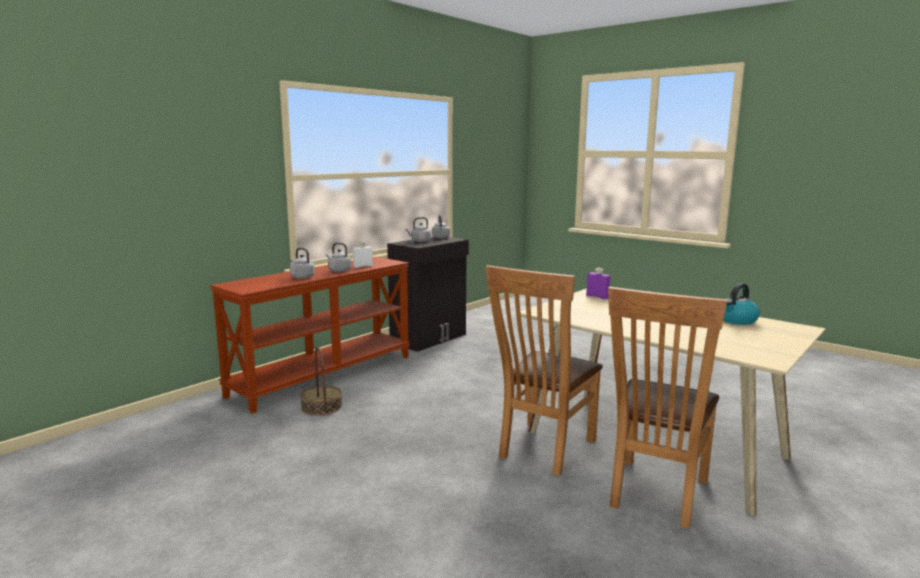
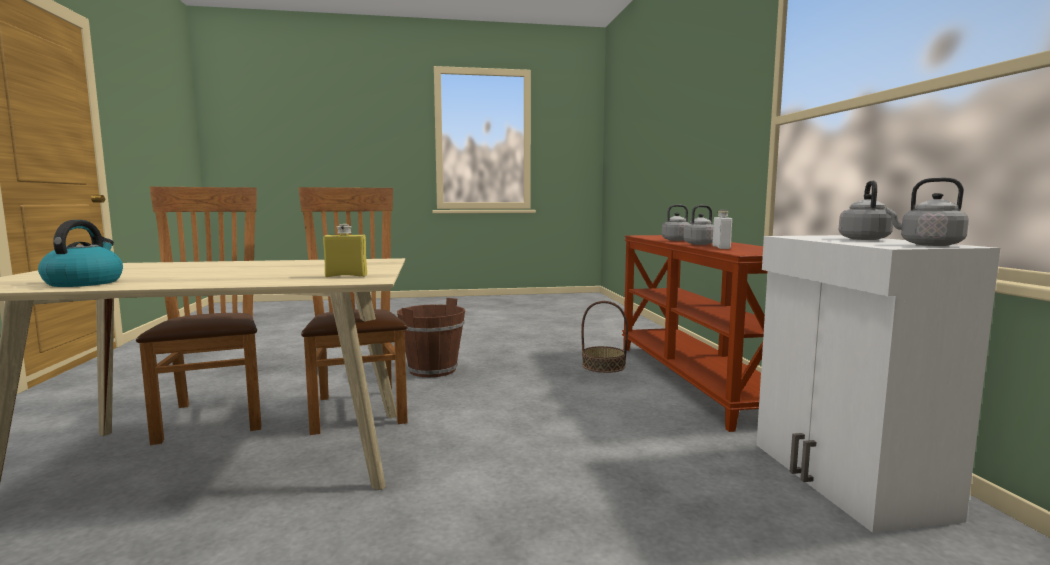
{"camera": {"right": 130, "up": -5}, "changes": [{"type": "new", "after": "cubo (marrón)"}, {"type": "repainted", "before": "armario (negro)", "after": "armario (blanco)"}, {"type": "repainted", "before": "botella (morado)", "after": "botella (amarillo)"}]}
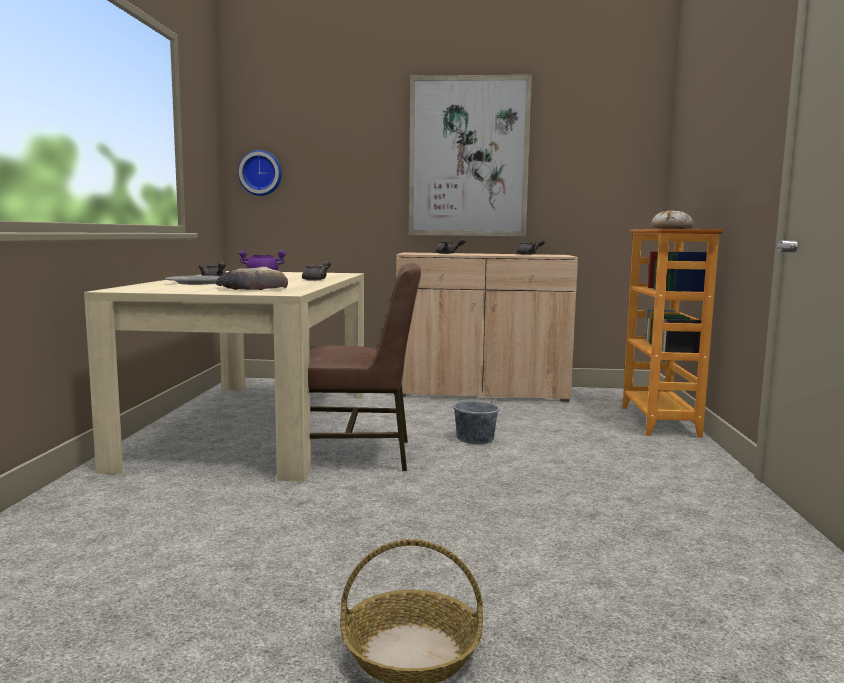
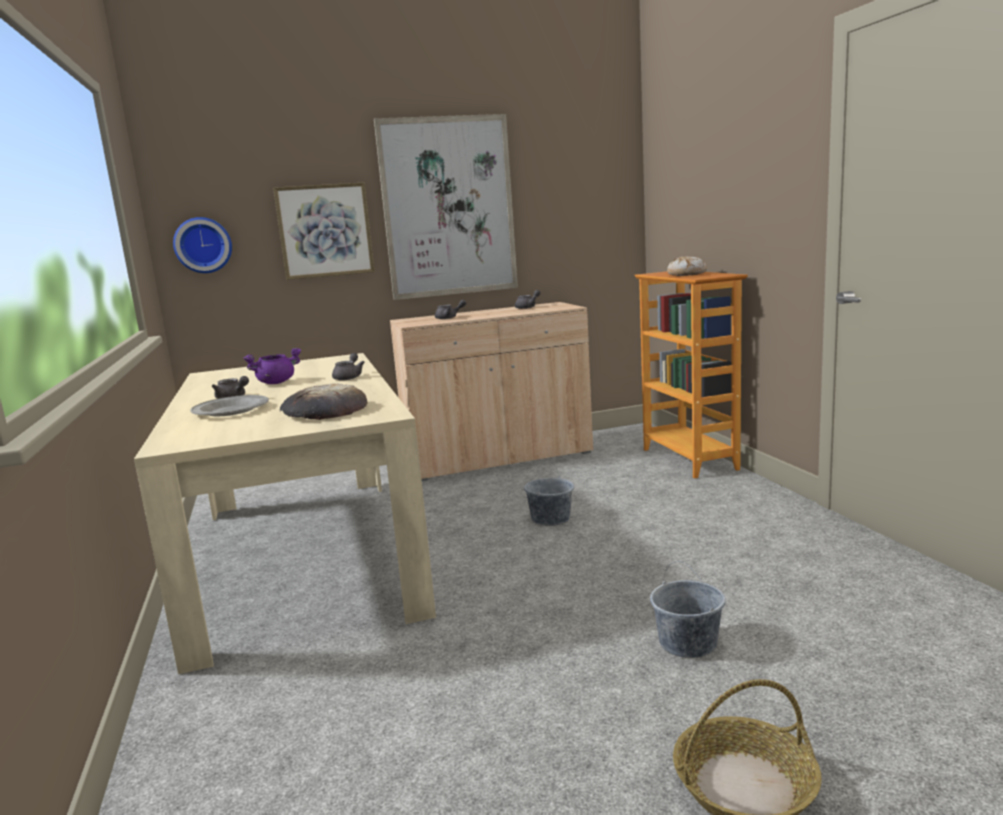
{"camera": {"right": -20, "up": 5}, "changes": [{"type": "gone", "before": "silla (marrón)"}, {"type": "new", "after": "cuadro (no. 1 from left)"}, {"type": "new", "after": "cubo (gris) (no. 2 from left)"}]}
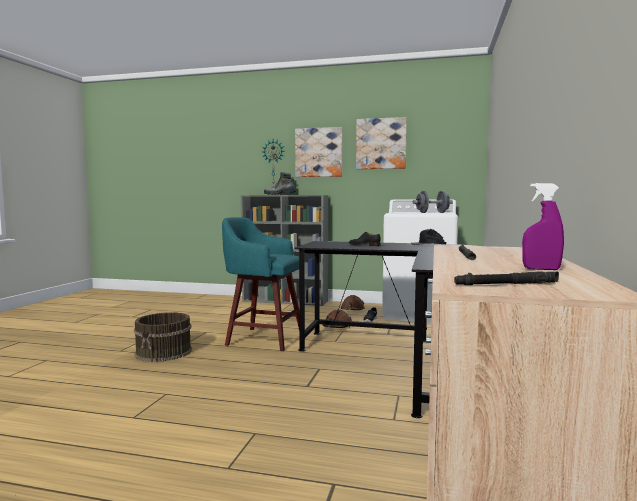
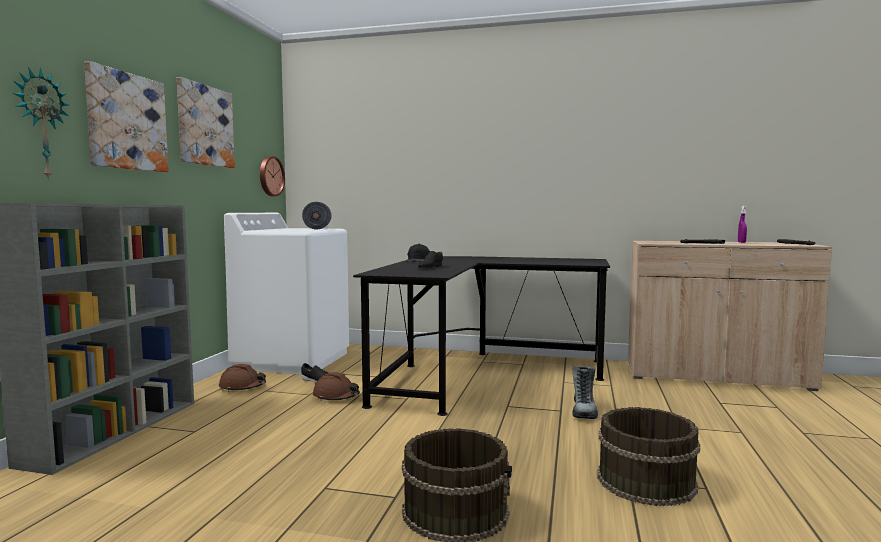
{"camera": {"right": -90, "up": 0}, "changes": [{"type": "gone", "before": "taburete (turquesa)"}, {"type": "new", "after": "reloj de pared (no. 2 from left)"}, {"type": "new", "after": "cubo (marrón) (no. 2 from left)"}, {"type": "shifted", "before": "bota"}]}
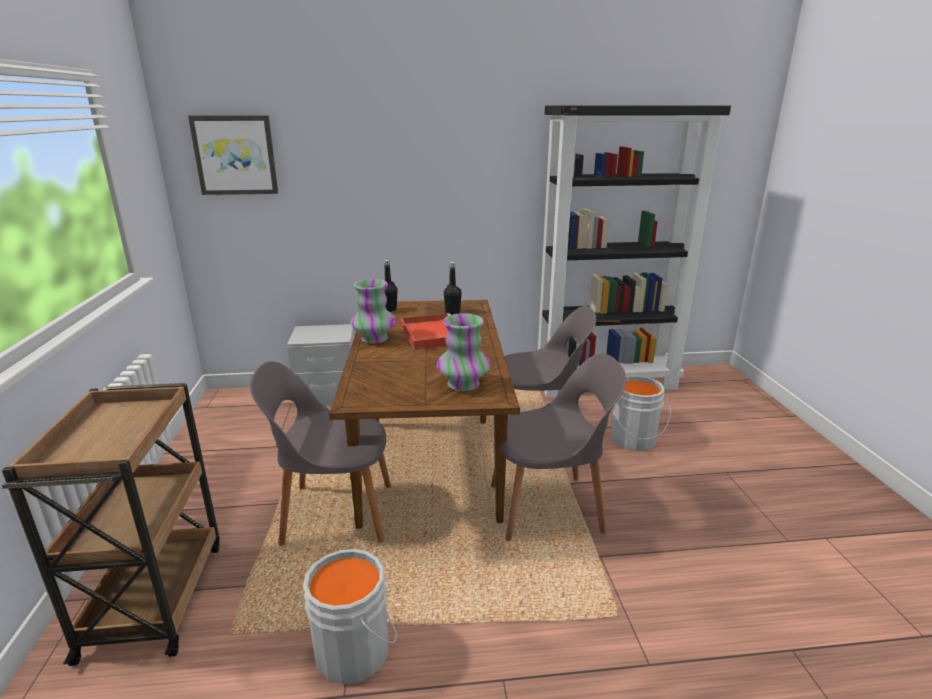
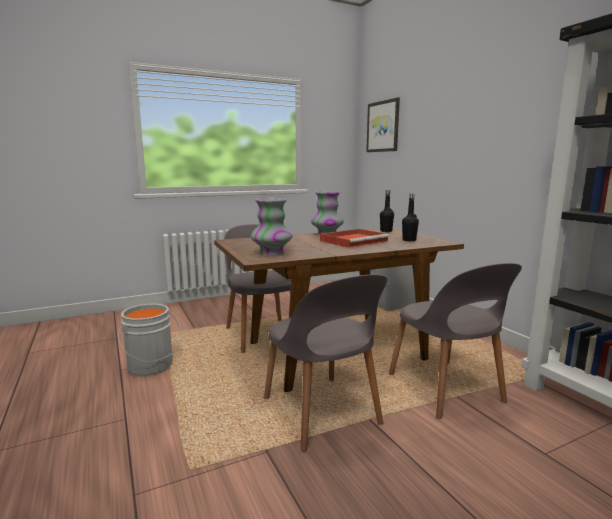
{"camera": {"right": 70, "up": -10}, "changes": [{"type": "gone", "before": "carrito (marrón)"}, {"type": "gone", "before": "cubo (gris) (no. 2 from left)"}]}
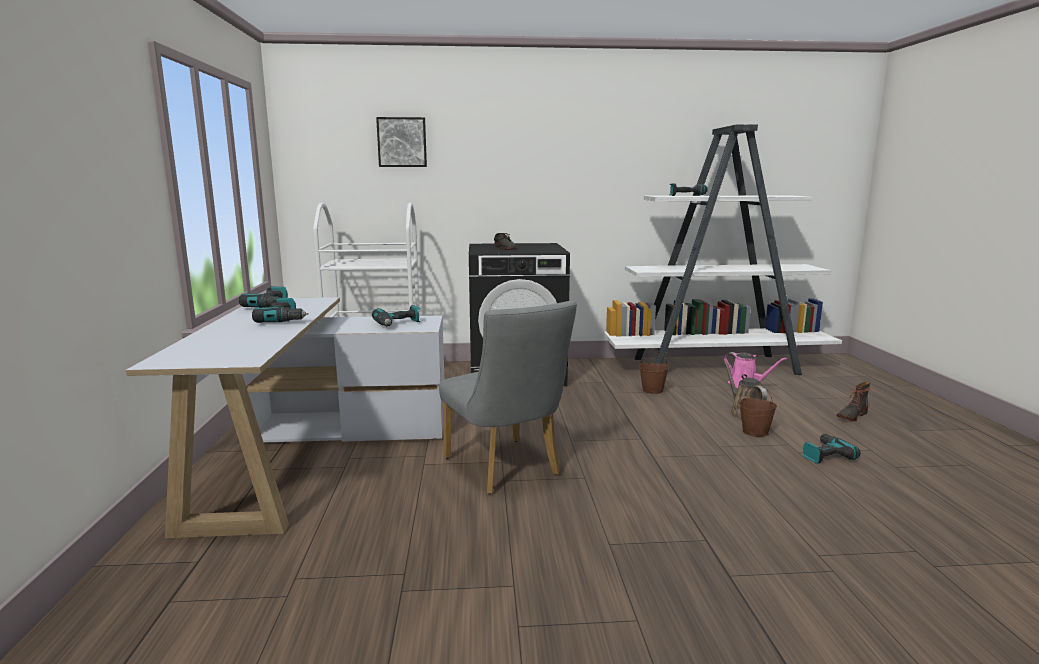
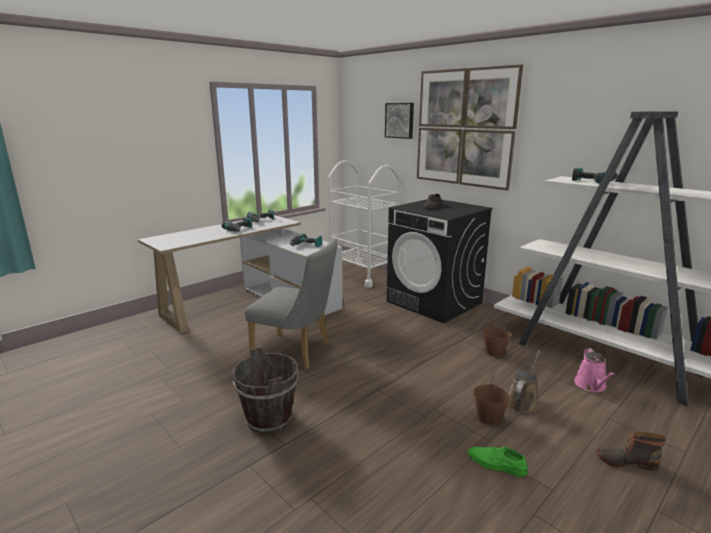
{"camera": {"right": 50, "up": 5}, "changes": [{"type": "new", "after": "cubo (marrón) (no. 1 from left)"}, {"type": "new", "after": "cuadro (no. 2 from left)"}, {"type": "swapped", "before": "taladro (no. 5 from left)", "after": "zapato (verde)"}, {"type": "rotated", "before": "silla (gris)", "turn": -90}]}
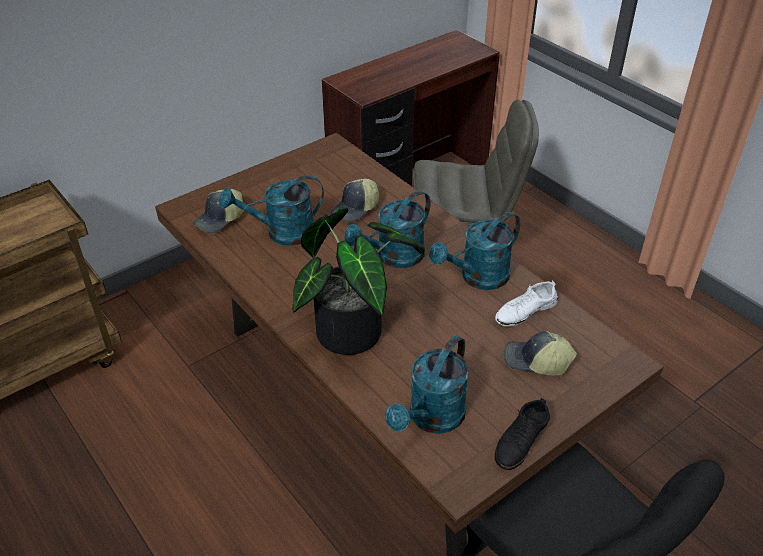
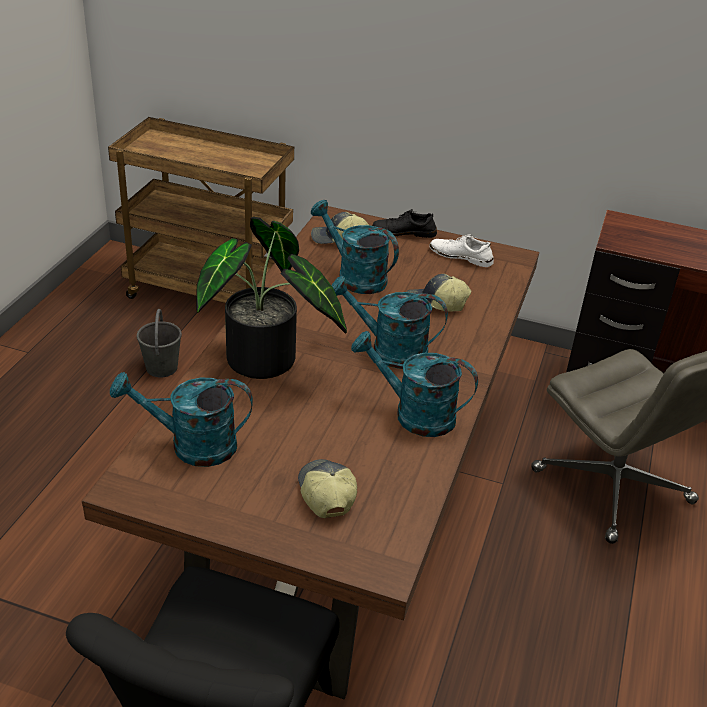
{"camera": {"right": 55, "up": -5}, "changes": [{"type": "new", "after": "cubo (gris)"}, {"type": "shifted", "before": "zapato (blanco)"}, {"type": "shifted", "before": "zapato (negro)"}]}
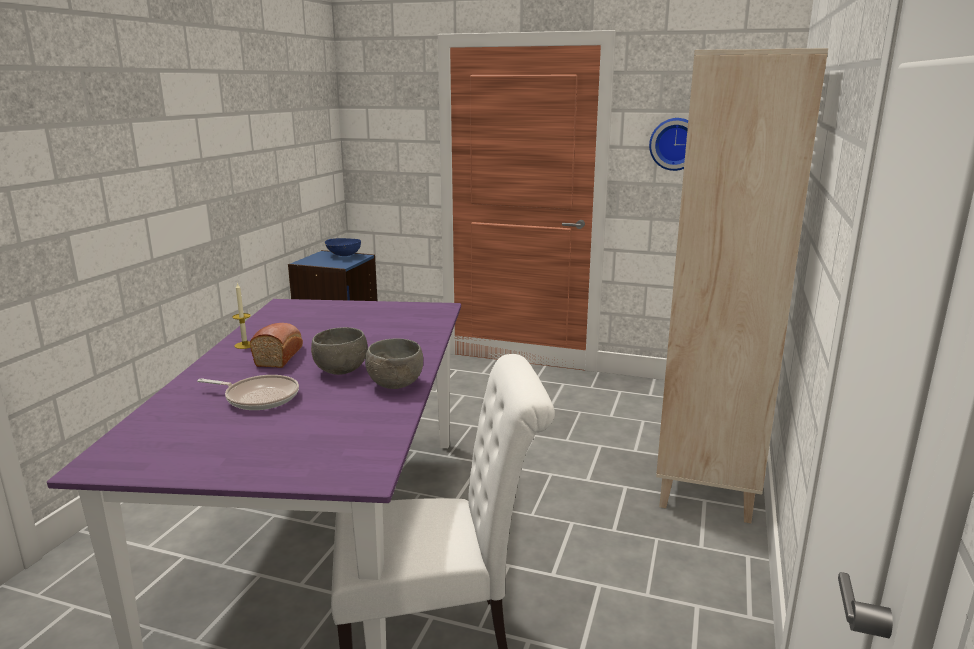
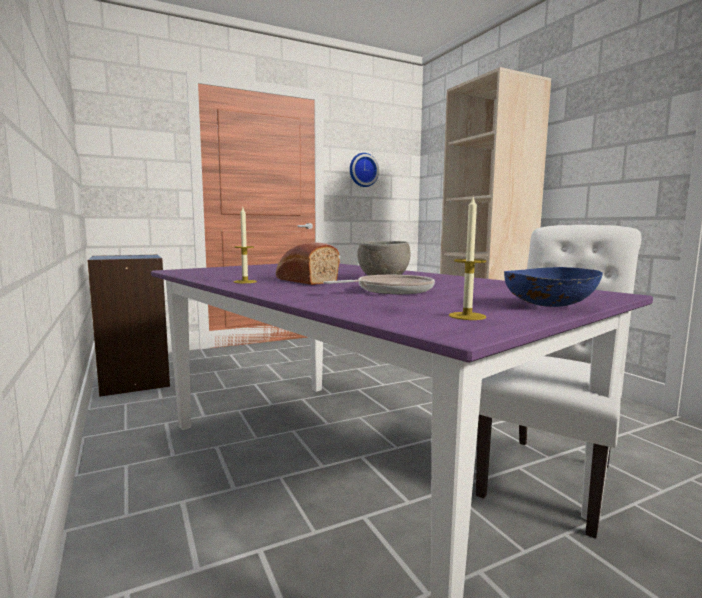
{"camera": {"right": -45, "up": -10}, "changes": [{"type": "gone", "before": "cuenco (gris) (no. 2 from left)"}, {"type": "new", "after": "vela (no. 2 from left)"}, {"type": "shifted", "before": "cuenco (azul)"}]}
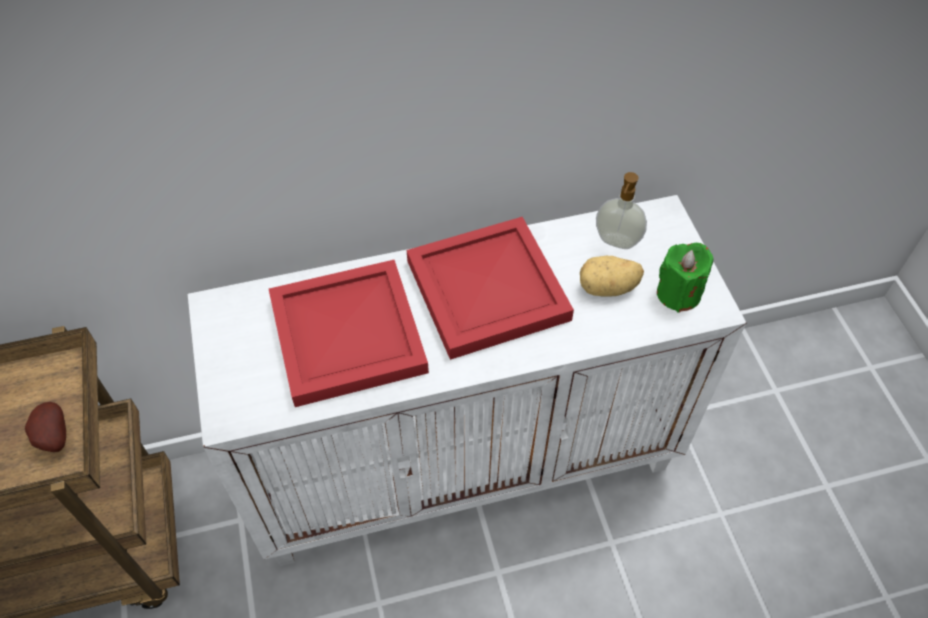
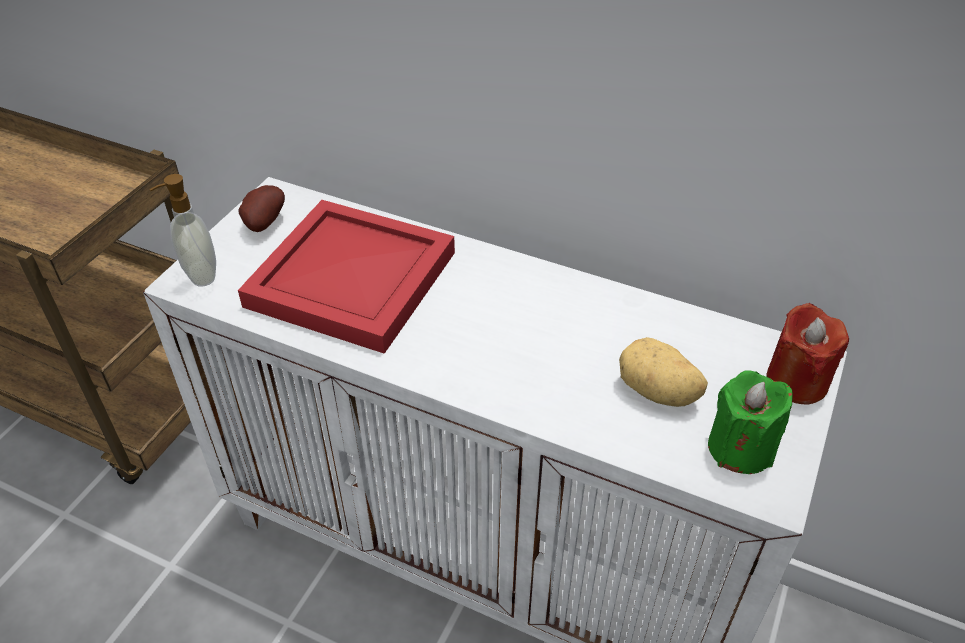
{"camera": {"right": 40, "up": -10}, "changes": [{"type": "gone", "before": "bandeja (rojo) (no. 2 from left)"}, {"type": "new", "after": "vela (rojo)"}, {"type": "shifted", "before": "patata (no. 1 from left)"}, {"type": "shifted", "before": "dispensador de jabón"}]}
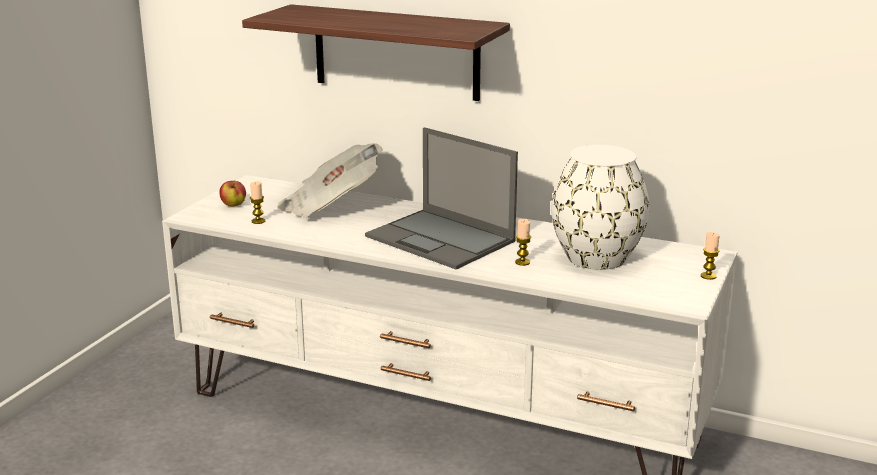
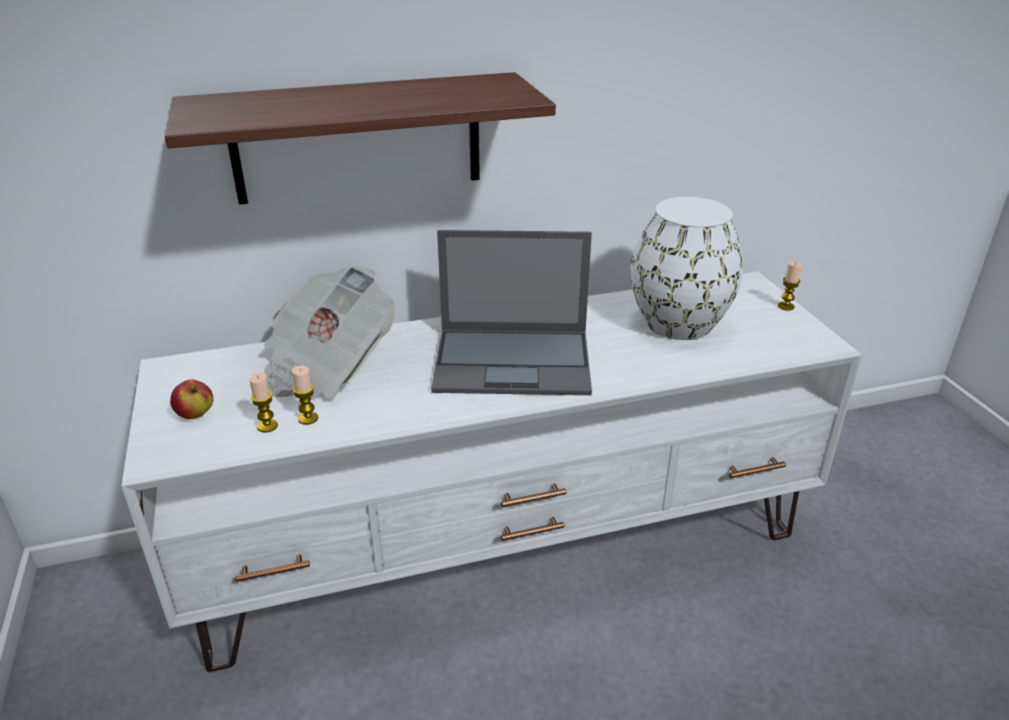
{"camera": {"right": -40, "up": 10}, "changes": [{"type": "shifted", "before": "vela (no. 2 from left)"}]}
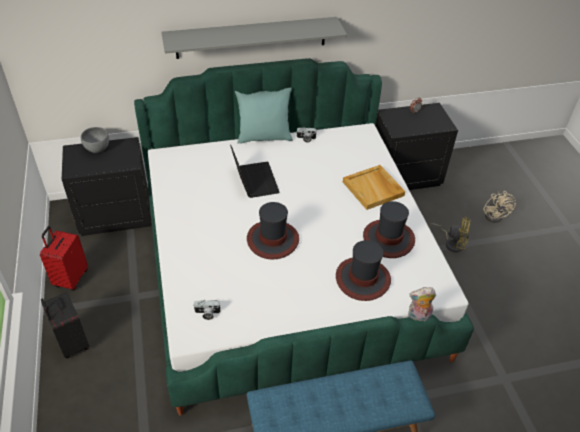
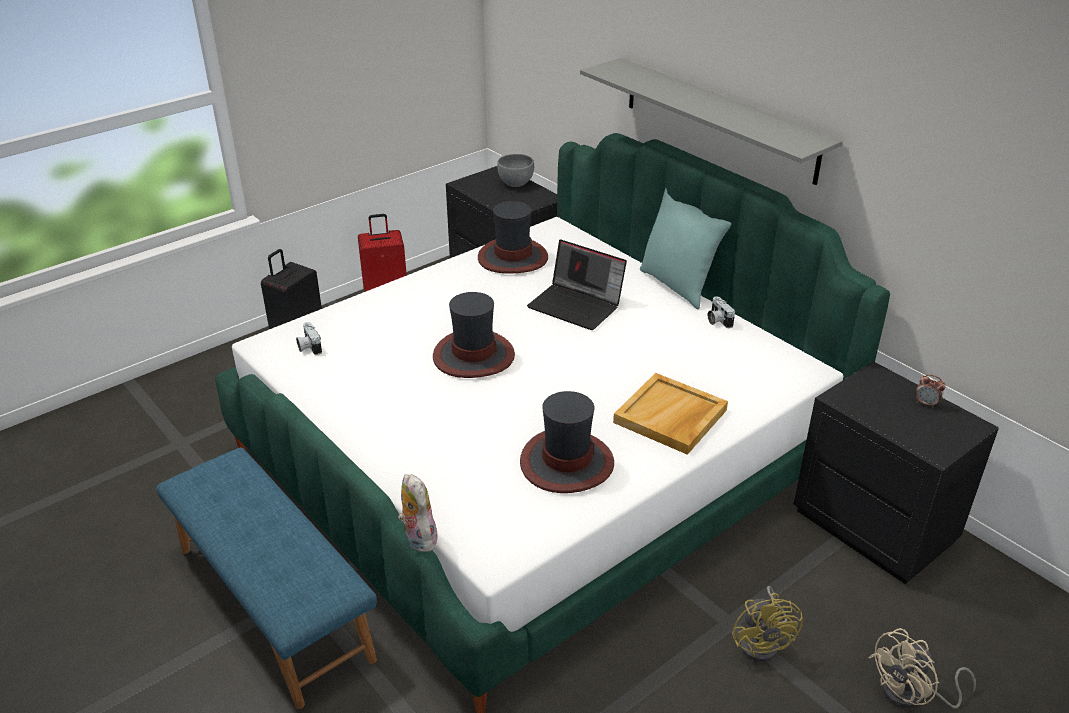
{"camera": {"right": 65, "up": -10}, "changes": [{"type": "shifted", "before": "sombrero (no. 2 from left)"}, {"type": "rotated", "before": "portátil", "turn": 75}]}
